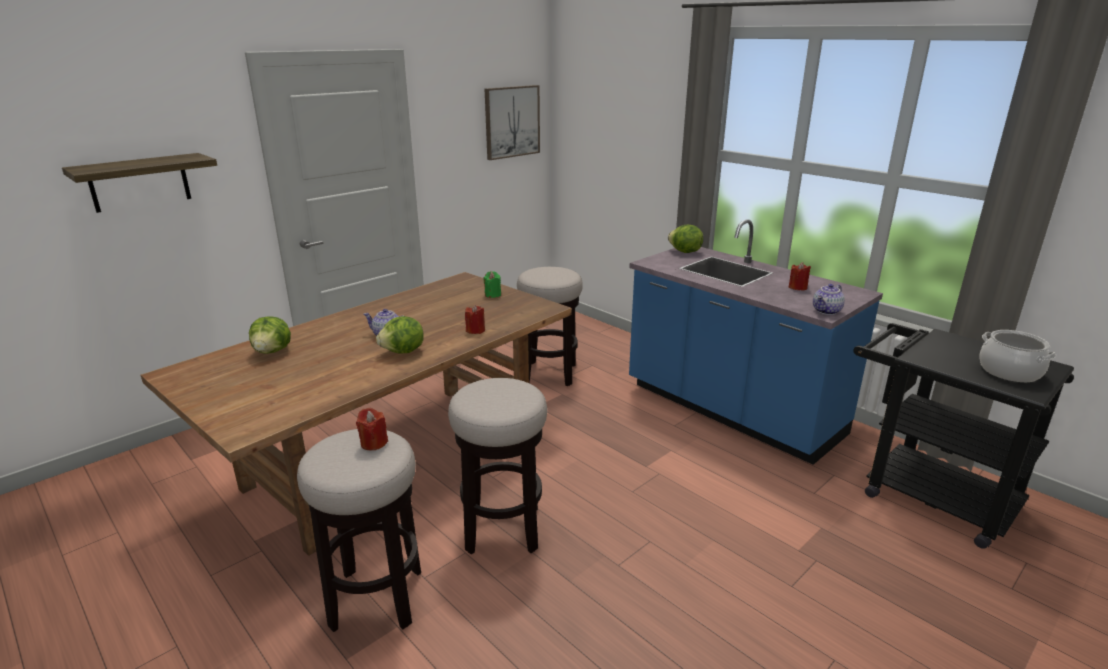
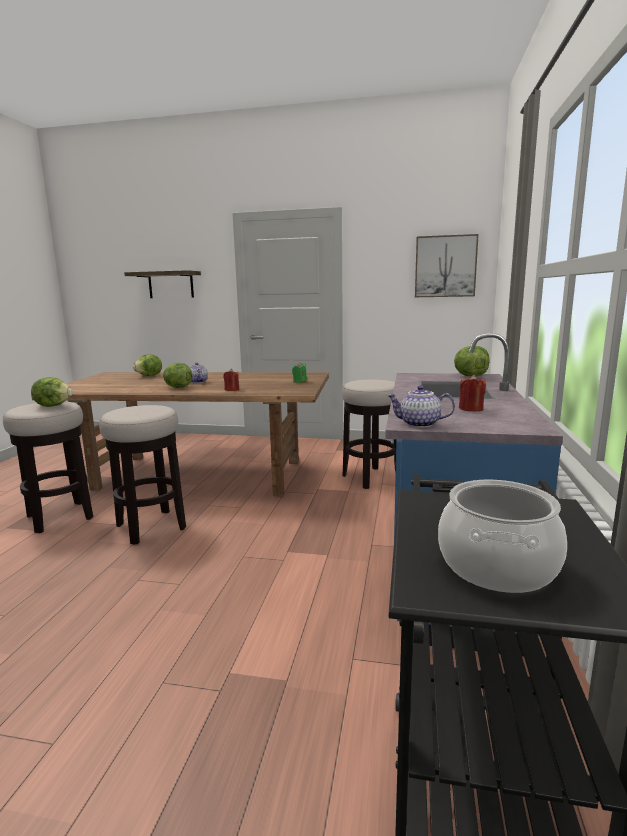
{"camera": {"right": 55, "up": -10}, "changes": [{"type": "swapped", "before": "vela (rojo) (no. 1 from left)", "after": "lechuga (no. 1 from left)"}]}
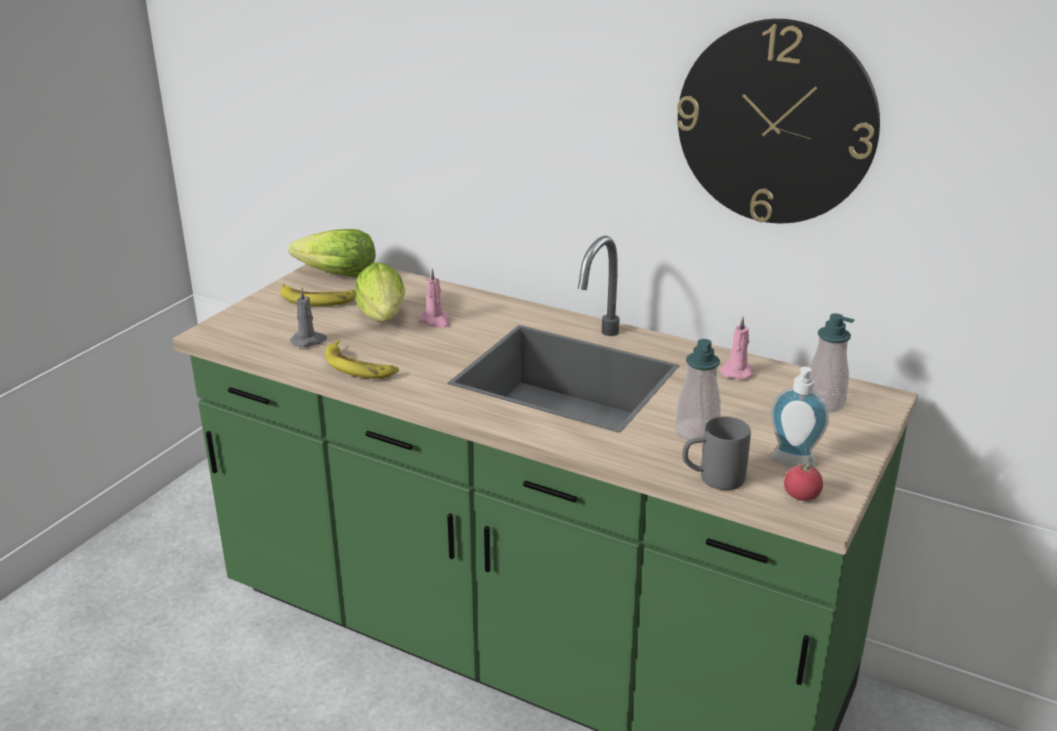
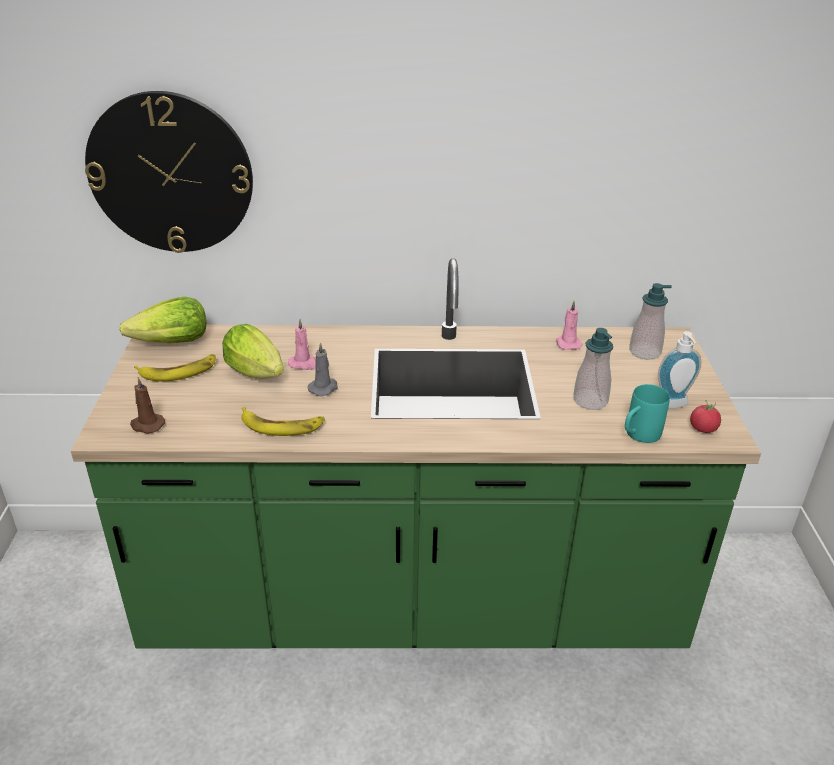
{"camera": {"right": -30, "up": 5}, "changes": [{"type": "new", "after": "vela (marrón)"}, {"type": "shifted", "before": "vela (gris)"}, {"type": "shifted", "before": "reloj de pared"}, {"type": "repainted", "before": "taza grande (gris)", "after": "taza grande (turquesa)"}]}
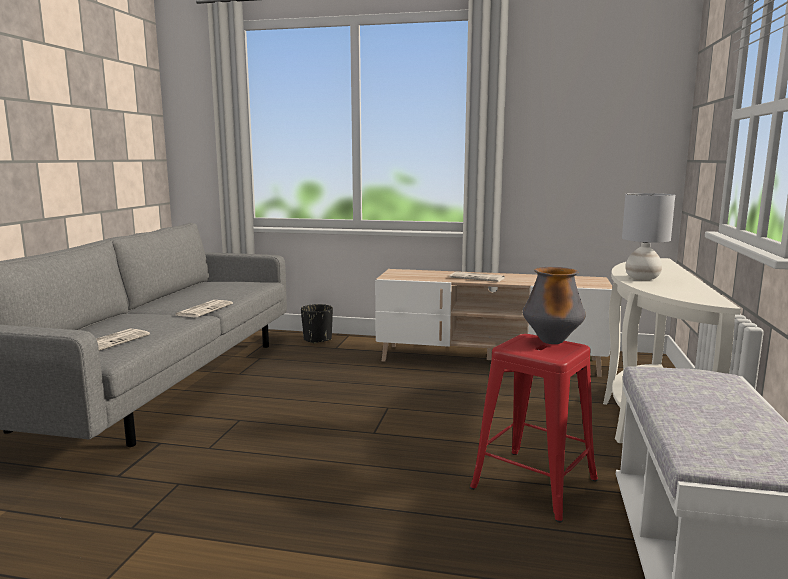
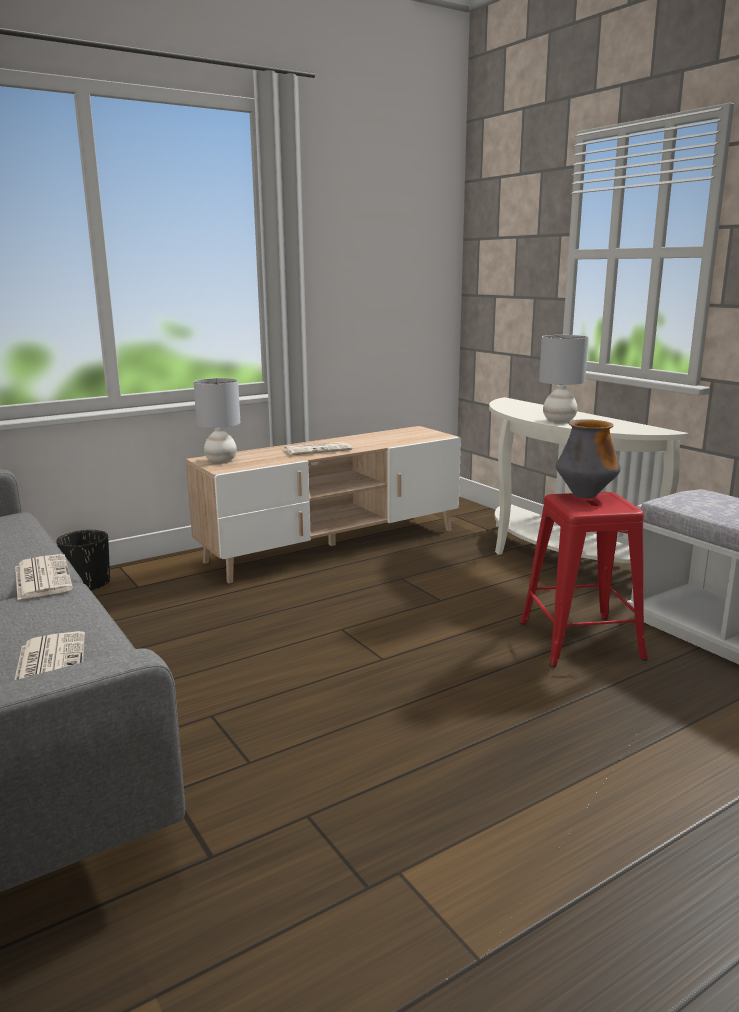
{"camera": {"right": -45, "up": 5}, "changes": [{"type": "new", "after": "lámpara de mesa (gris) (no. 1 from left)"}]}
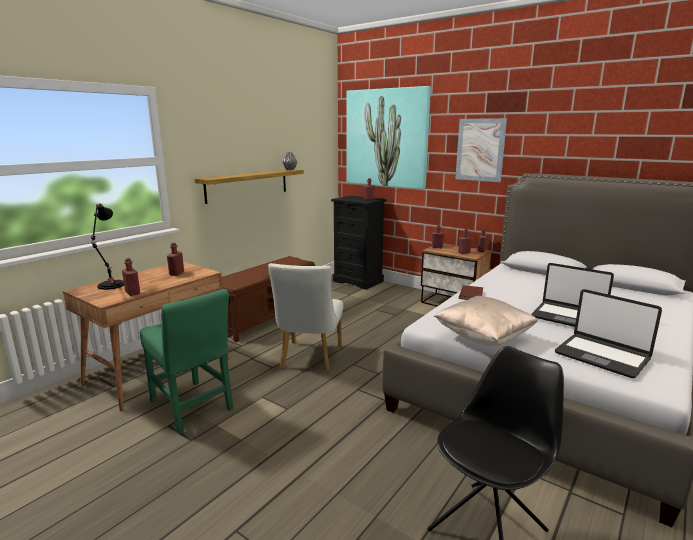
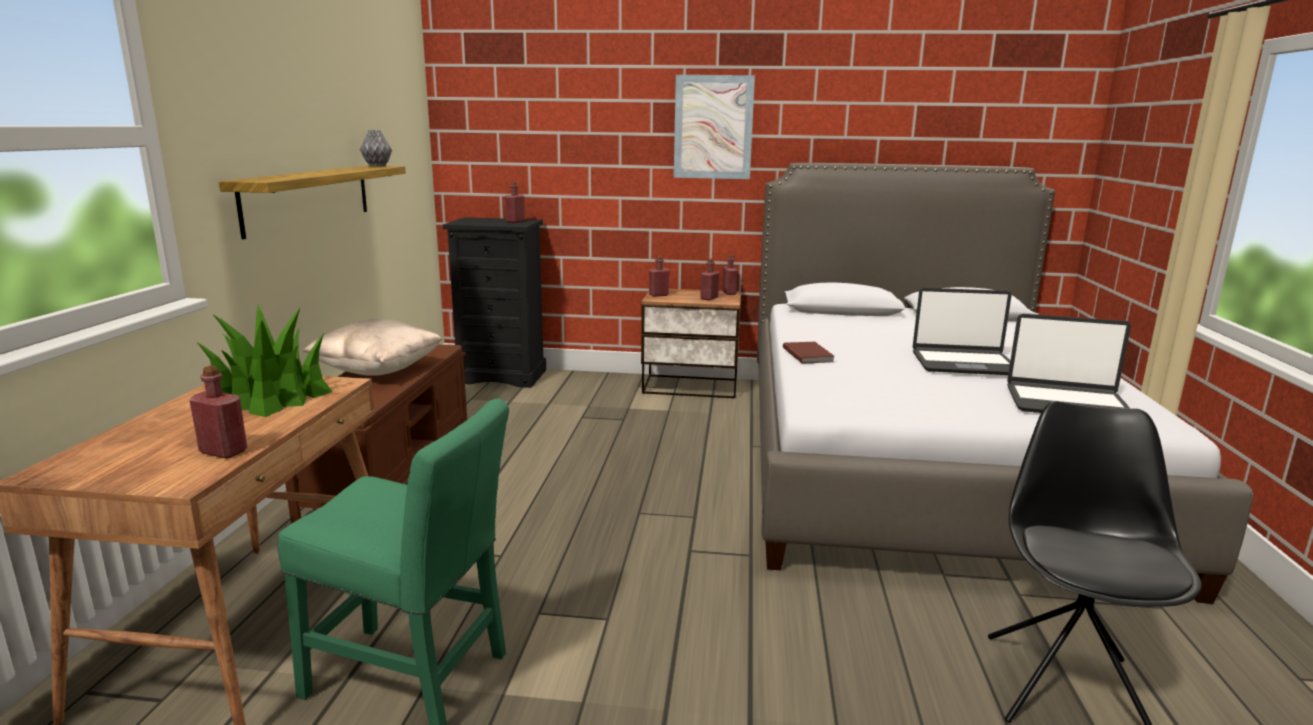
{"camera": {"right": -30, "up": 0}, "changes": [{"type": "gone", "before": "lámpara de mesa (negro)"}, {"type": "gone", "before": "silla (blanco)"}, {"type": "gone", "before": "cuadro (no. 1 from left)"}, {"type": "shifted", "before": "cojín (beis)"}, {"type": "swapped", "before": "botella (rojo) (no. 2 from left)", "after": "planta en maceta"}]}
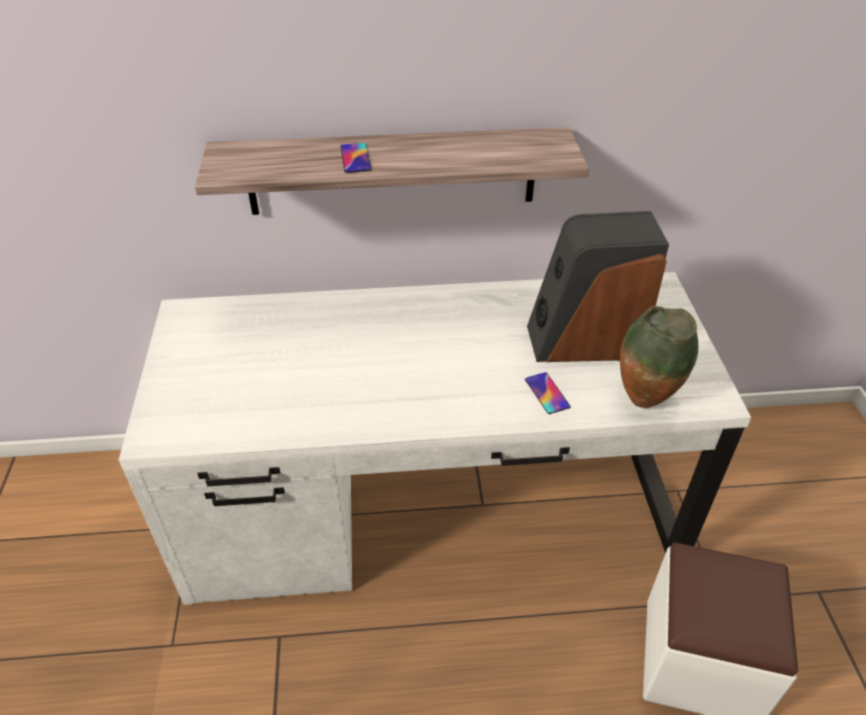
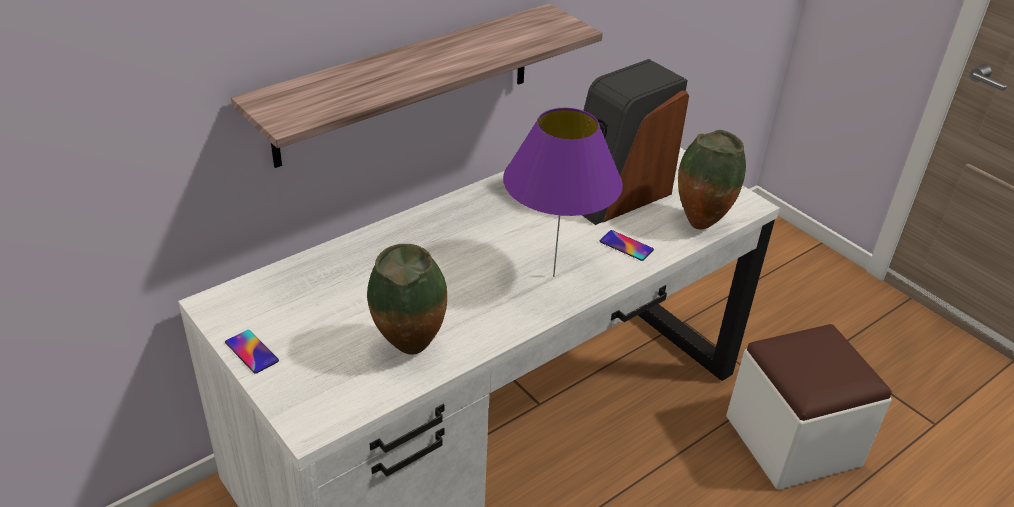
{"camera": {"right": -35, "up": -5}, "changes": [{"type": "new", "after": "florero (no. 1 from left)"}, {"type": "new", "after": "lámpara de mesa (morado)"}, {"type": "shifted", "before": "móvil (no. 1 from left)"}]}
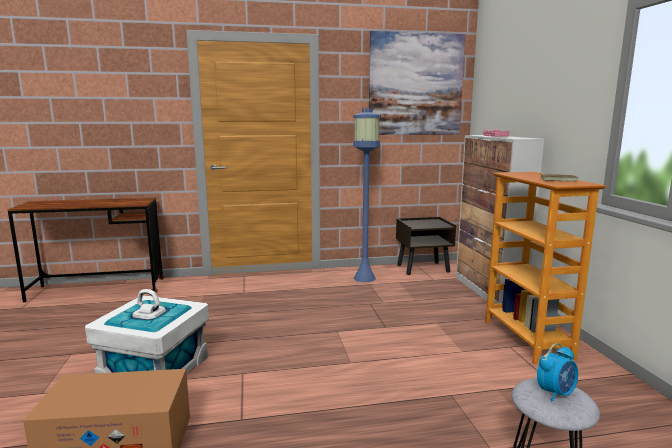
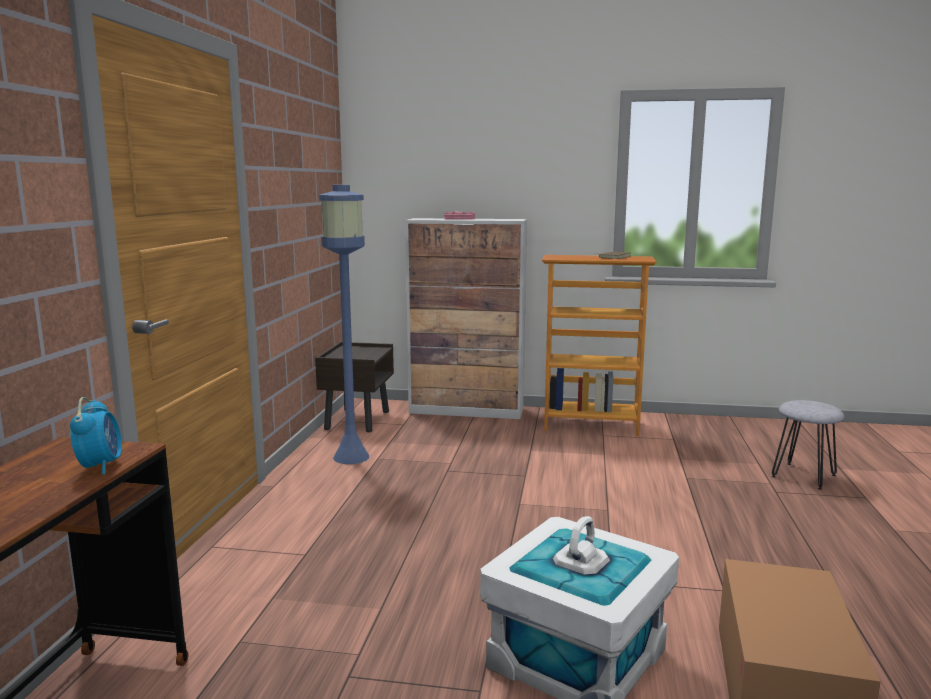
{"camera": {"right": -70, "up": 0}, "changes": [{"type": "gone", "before": "cuadro"}, {"type": "shifted", "before": "despertador"}]}
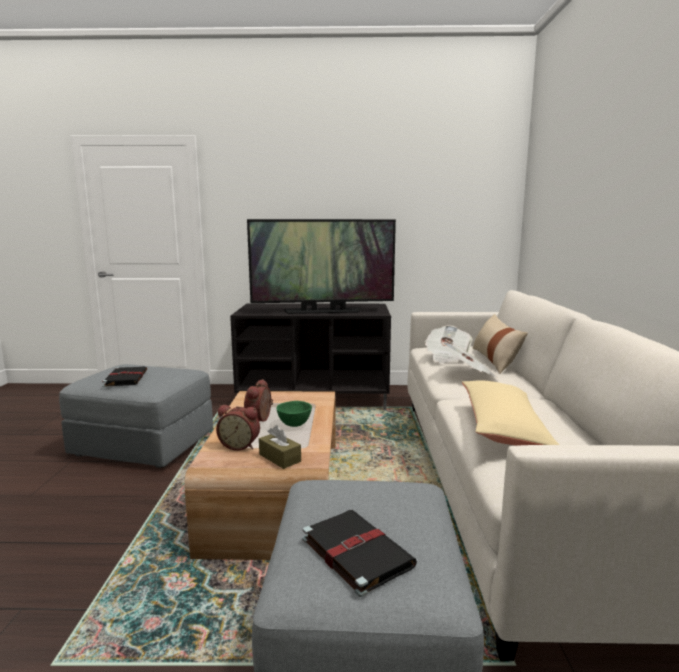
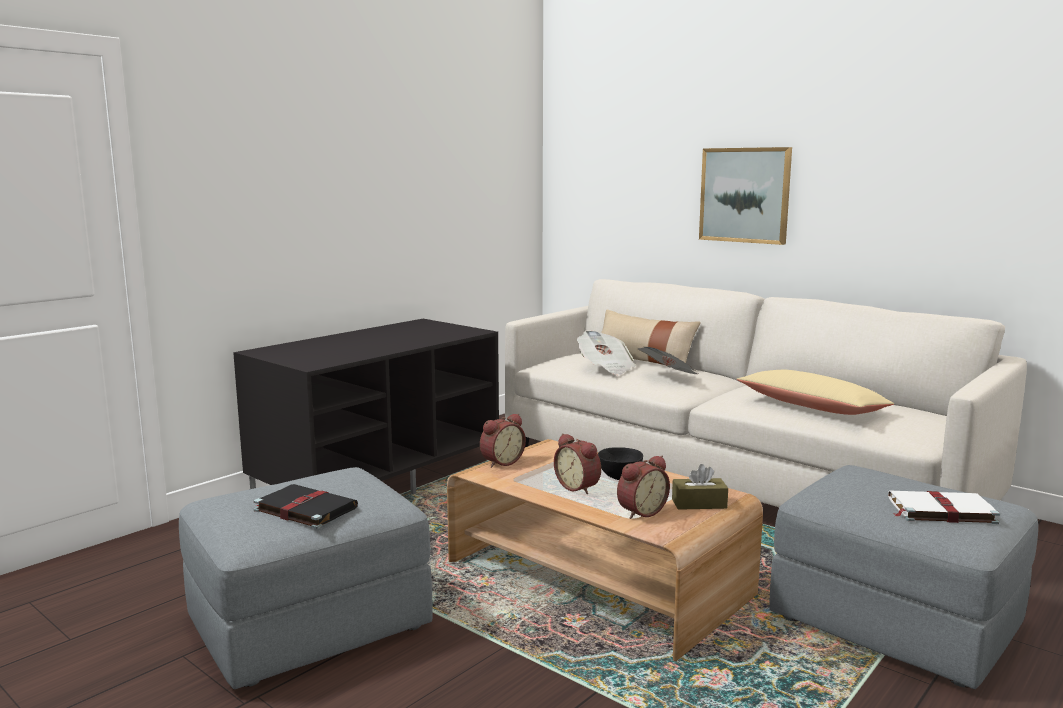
{"camera": {"right": -50, "up": 0}, "changes": [{"type": "gone", "before": "televisor"}, {"type": "new", "after": "despertador (no. 1 from left)"}, {"type": "new", "after": "cuadro"}, {"type": "repainted", "before": "cuenco (verde)", "after": "cuenco (negro)"}, {"type": "repainted", "before": "libro (negro) (no. 2 from left)", "after": "libro (blanco)"}]}
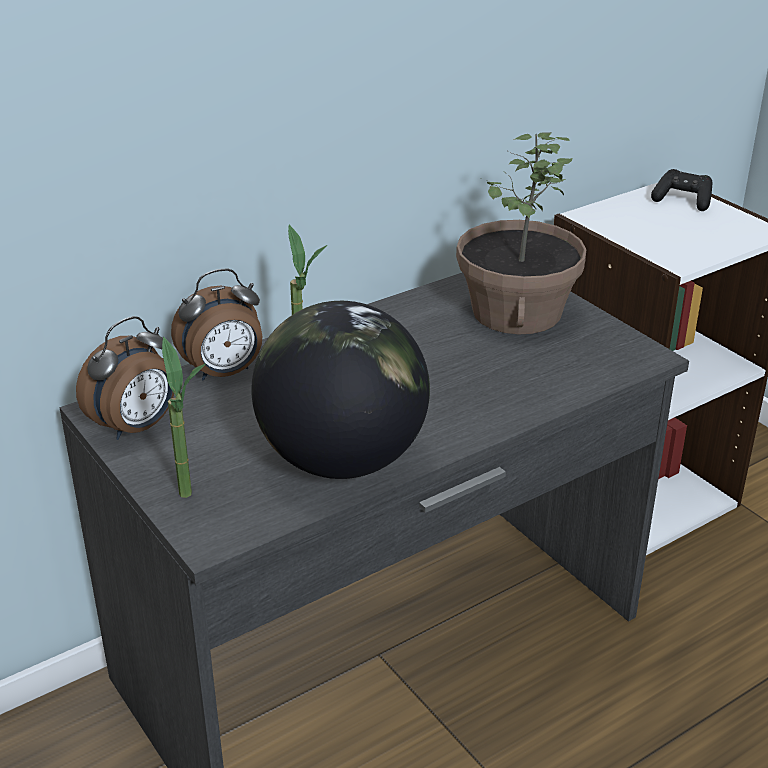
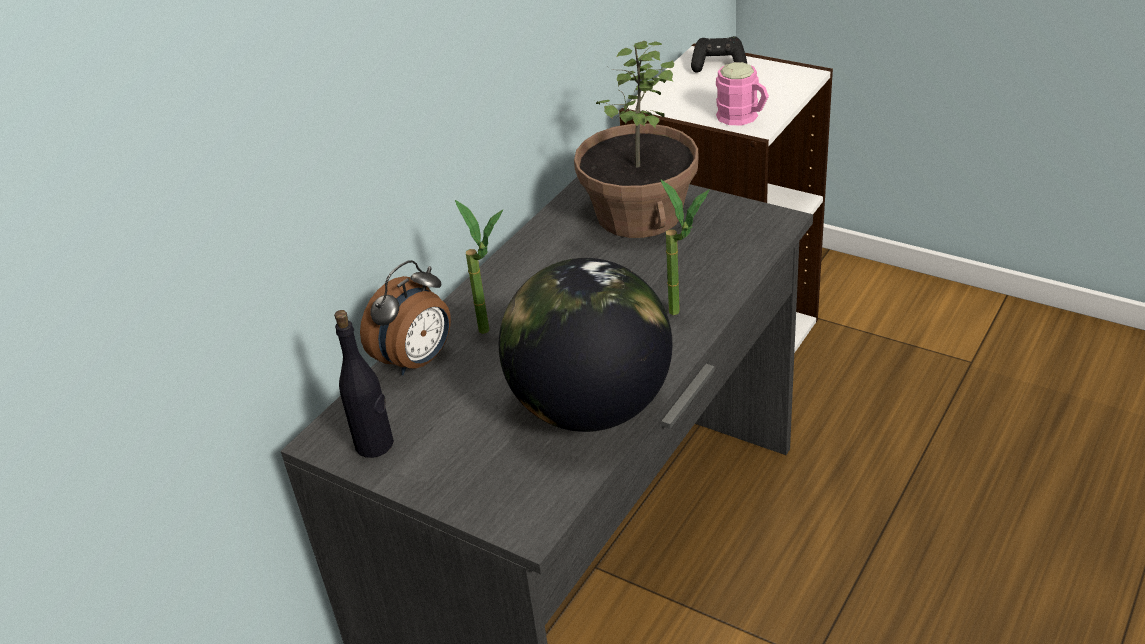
{"camera": {"right": -20, "up": 5}, "changes": [{"type": "new", "after": "taza grande (rosa)"}, {"type": "shifted", "before": "planta en maceta (no. 1 from left in the first image)", "after": "planta en maceta (no. 3 from left)"}, {"type": "swapped", "before": "despertador (no. 1 from left)", "after": "botella (negro)"}]}
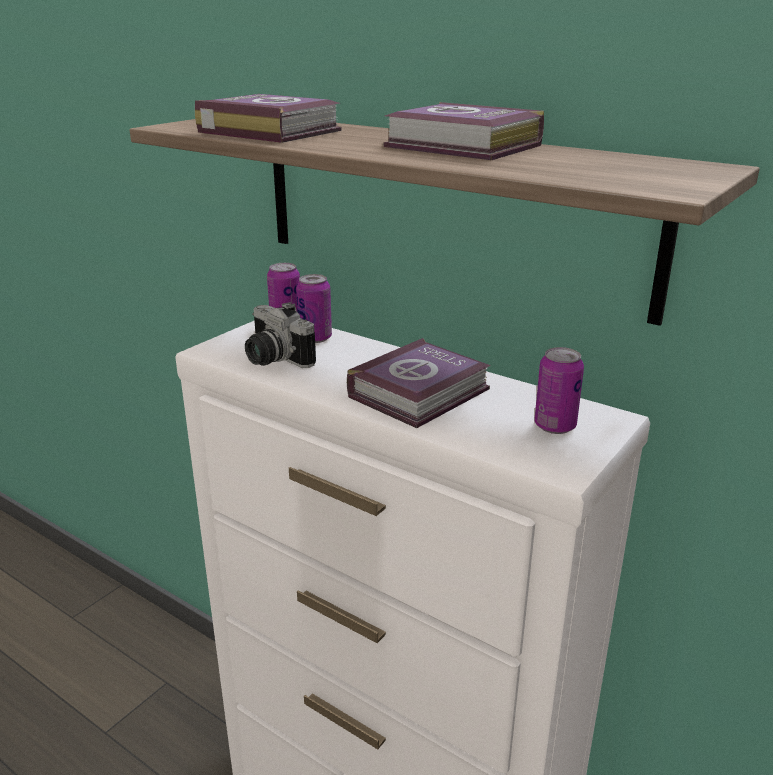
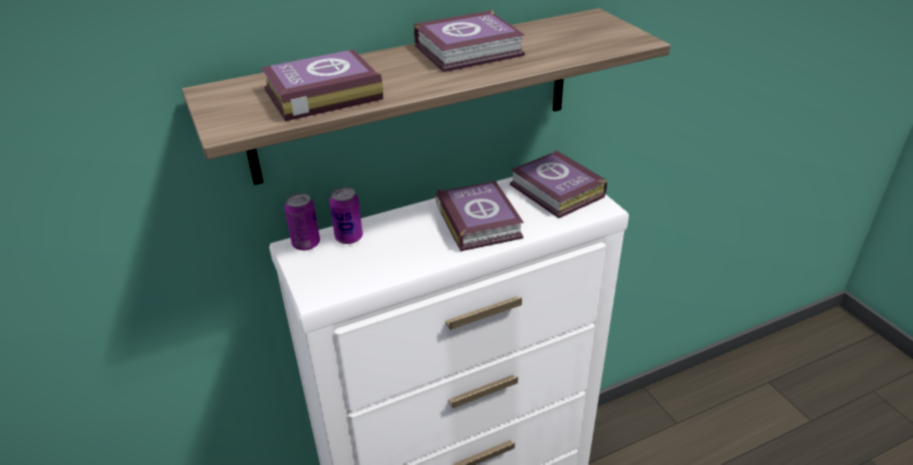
{"camera": {"right": -60, "up": 10}, "changes": [{"type": "gone", "before": "cámara"}, {"type": "swapped", "before": "lata (no. 3 from left)", "after": "libro (no. 4 from left)"}]}
